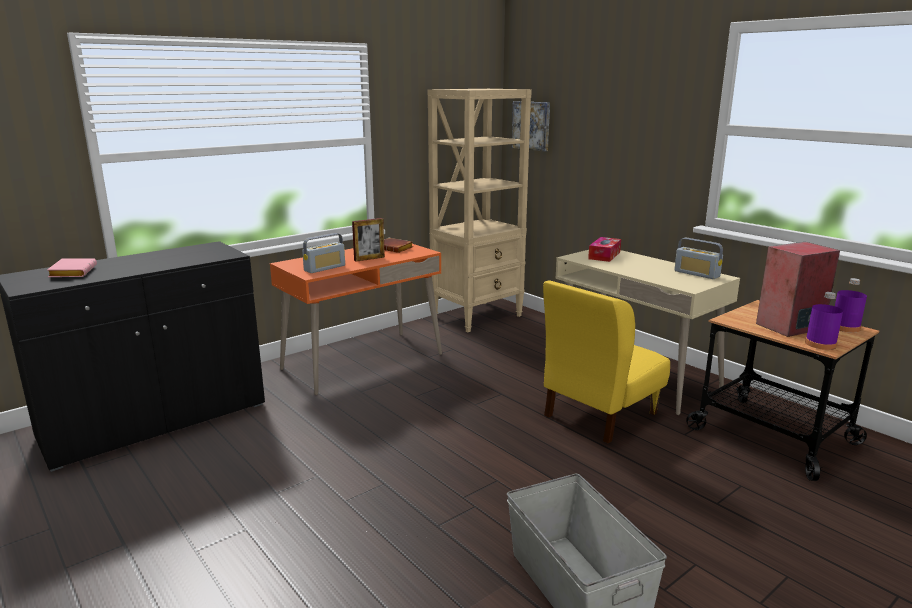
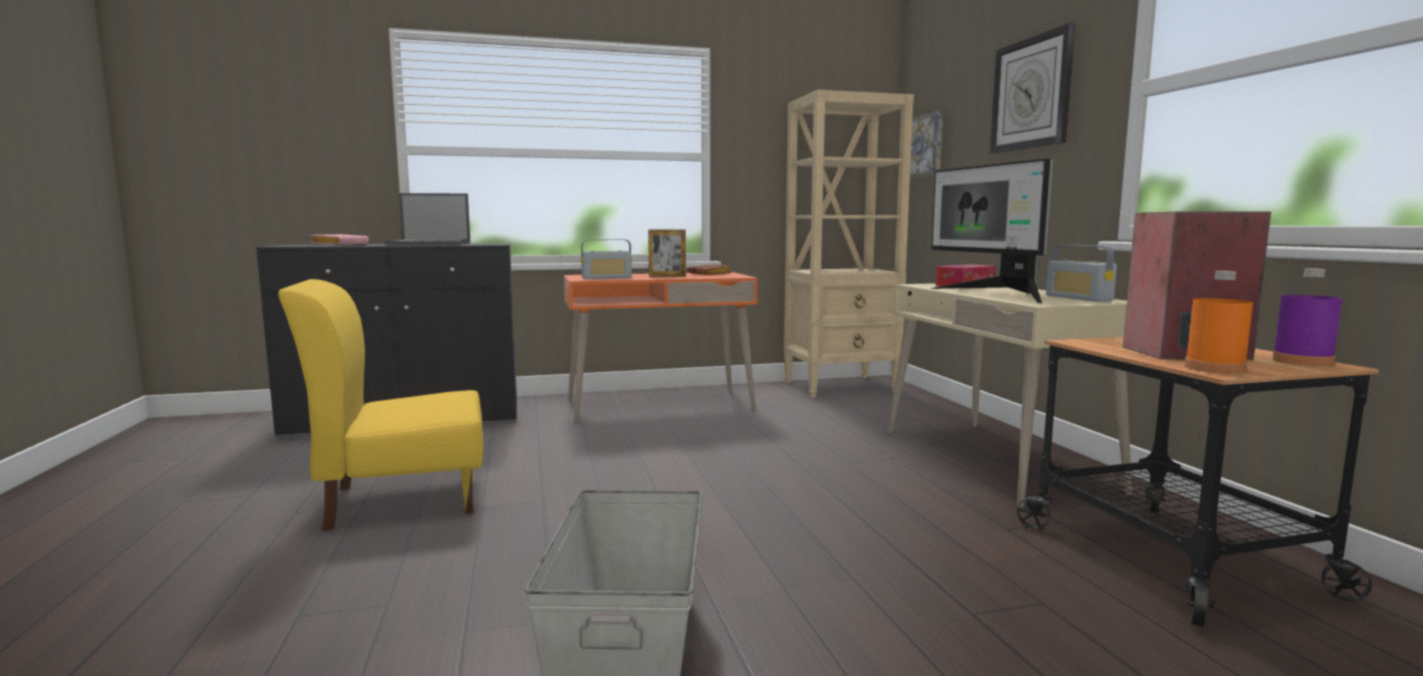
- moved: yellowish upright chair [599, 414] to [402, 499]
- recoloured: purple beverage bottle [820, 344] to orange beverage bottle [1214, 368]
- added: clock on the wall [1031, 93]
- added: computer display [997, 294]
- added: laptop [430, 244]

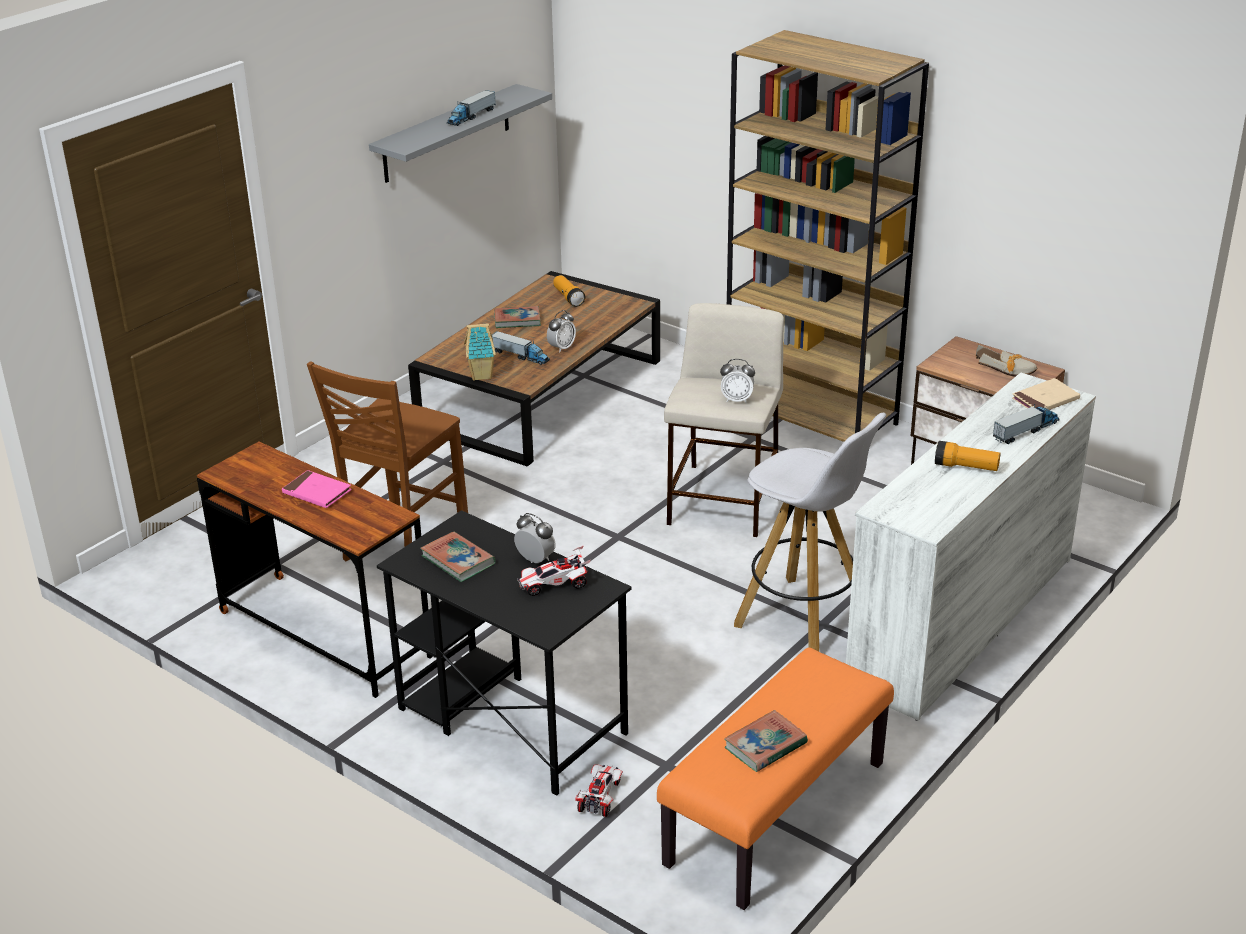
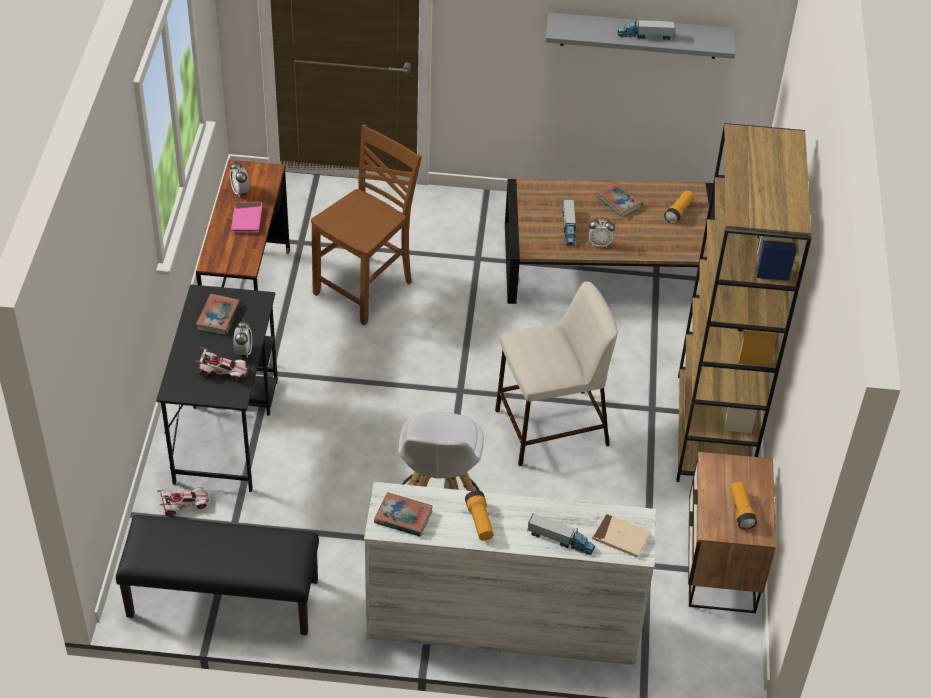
- removed: miniature house [482, 375]
- replaced: item of footwear [1008, 370] to flashlight [741, 510]
- moved: bedside clock [737, 399] to [240, 191]
- turned: brown-coloured upright chair [402, 544] = [366, 288] 135 degrees clockwise
- turned: miniature car [554, 584] = [223, 372] 150 degrees clockwise
- recoloured: orange indoor bench [777, 815] to black-coloured indoor bench [222, 599]
- moved: volume [765, 745] to [403, 517]

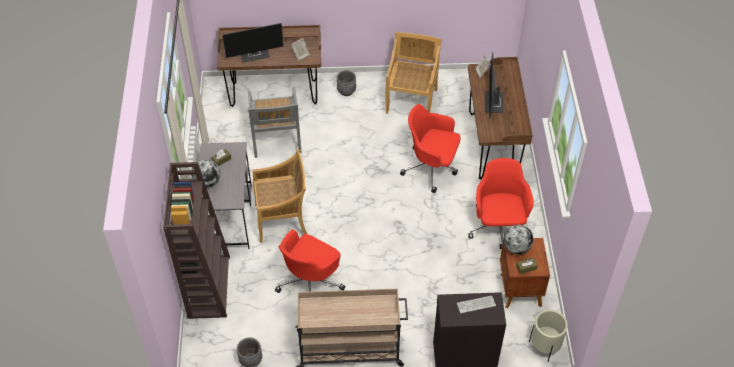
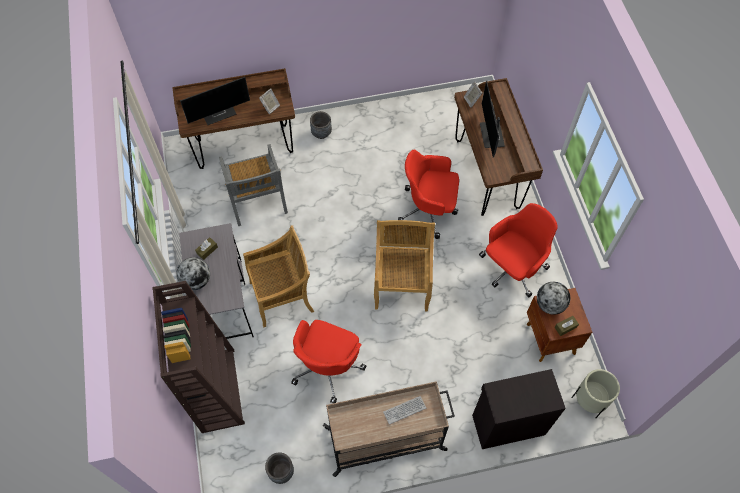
- moved: beige upright chair [411, 100] to [402, 285]
- turned: reddish desk chair [498, 227] = [512, 268] 60 degrees clockwise
- moved: computer keyboard [476, 304] to [404, 410]

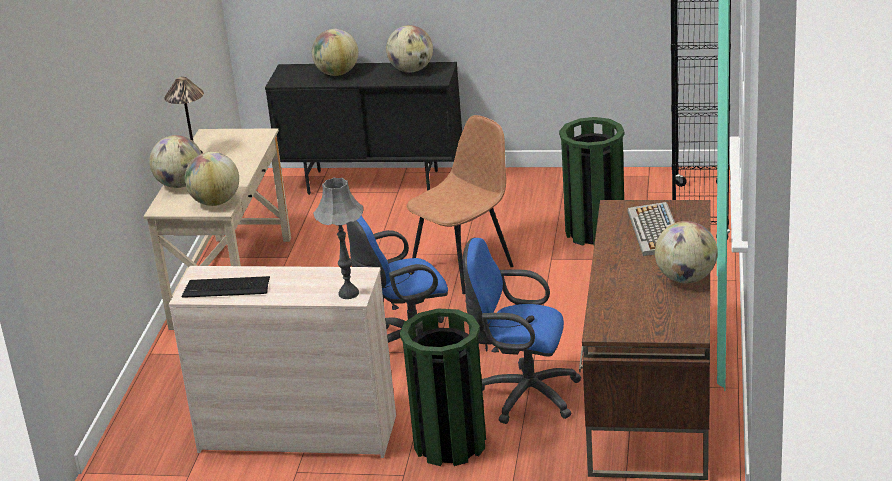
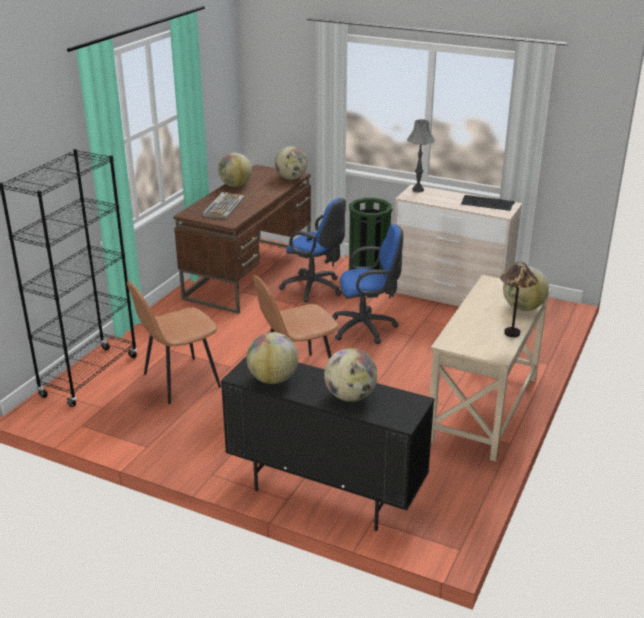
- replaced: greenish rubbish bin [595, 231] to brown-coloured upright chair [179, 381]
- moved: globe [215, 202] to [291, 178]

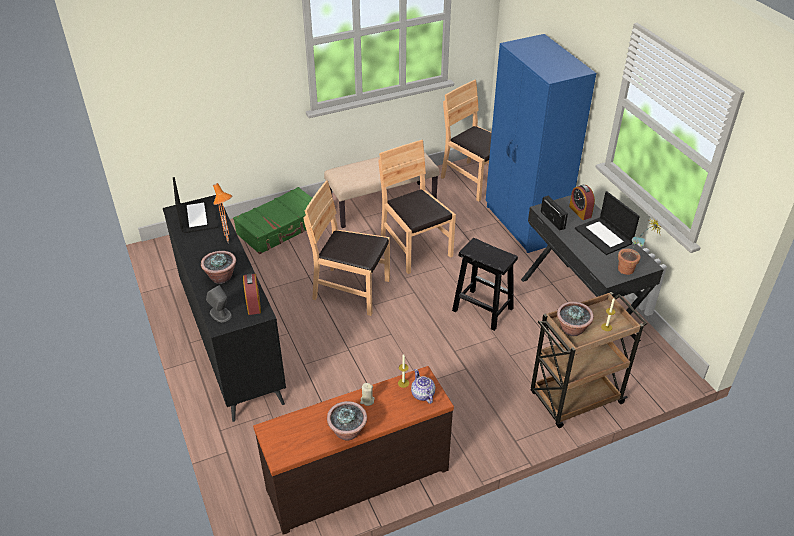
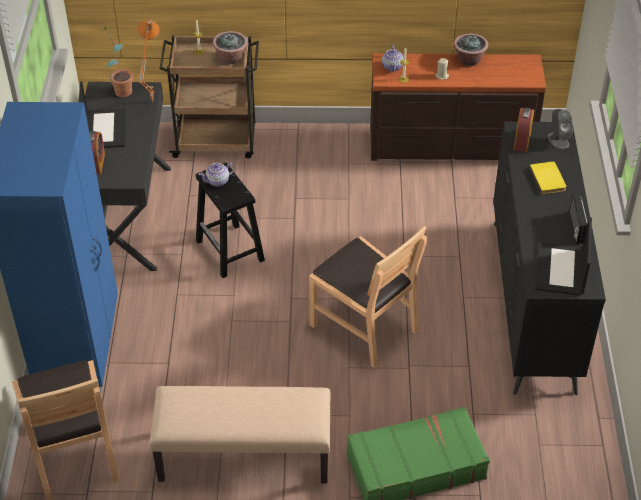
- removed: brown-coloured upright chair [415, 248]
- moved: orange lamp for a table [229, 242] to [151, 101]
- moved: radio set [553, 220] to [576, 227]
- replaced: plant in a pot [221, 277] to yellowish volume [549, 179]
- added: pot for tea [218, 181]

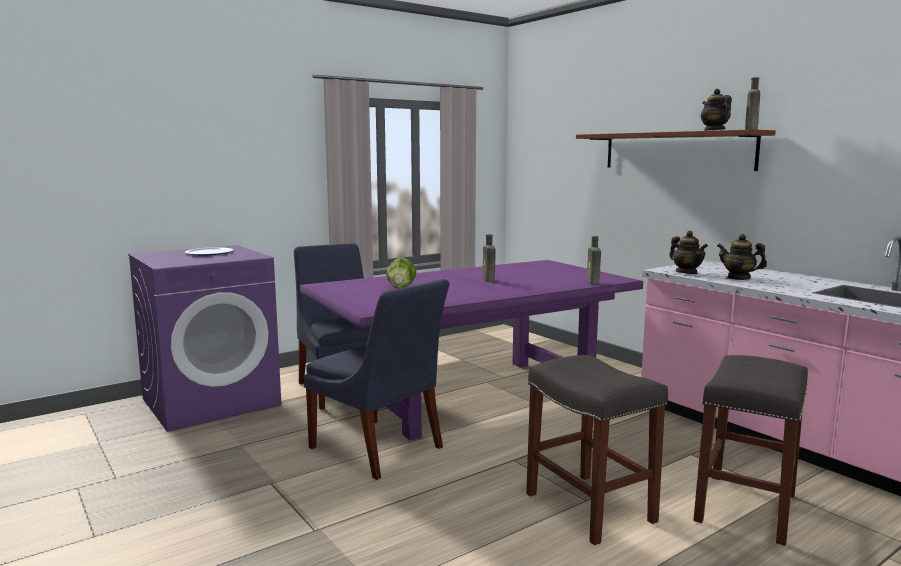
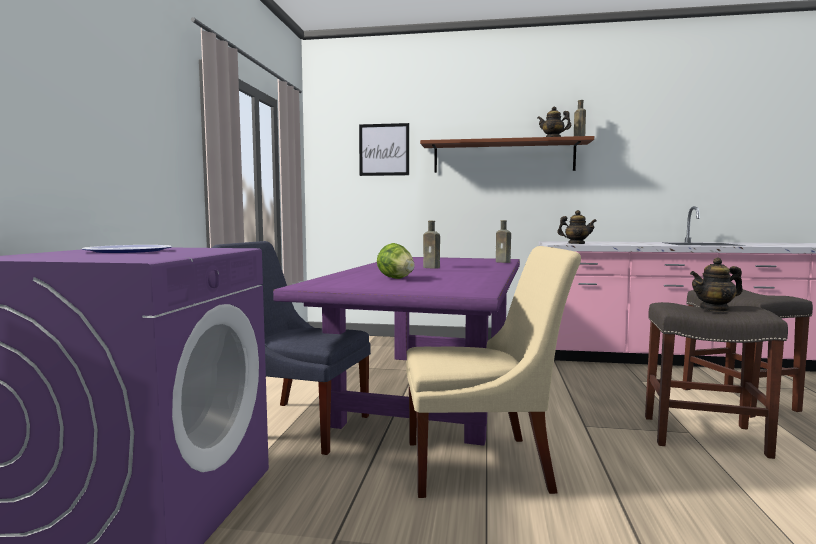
- moved: pot for tea [739, 278] to [714, 309]
- recoloured: bluish upright chair [379, 449] to beige upright chair [484, 465]
- added: wall picture [384, 149]

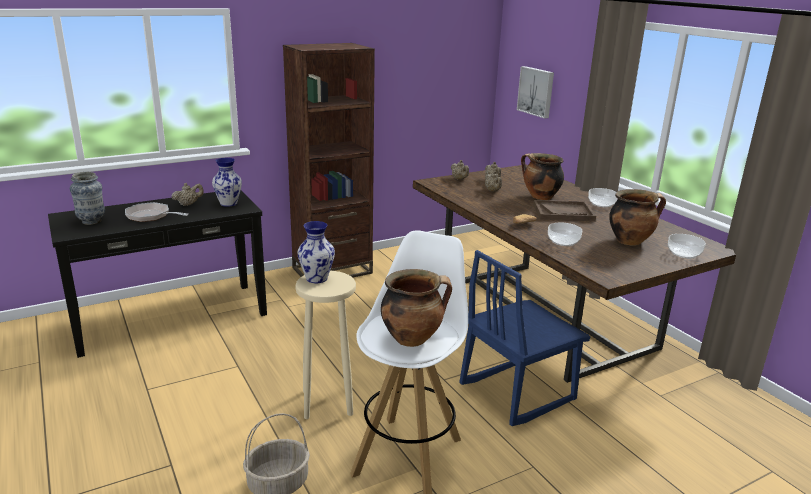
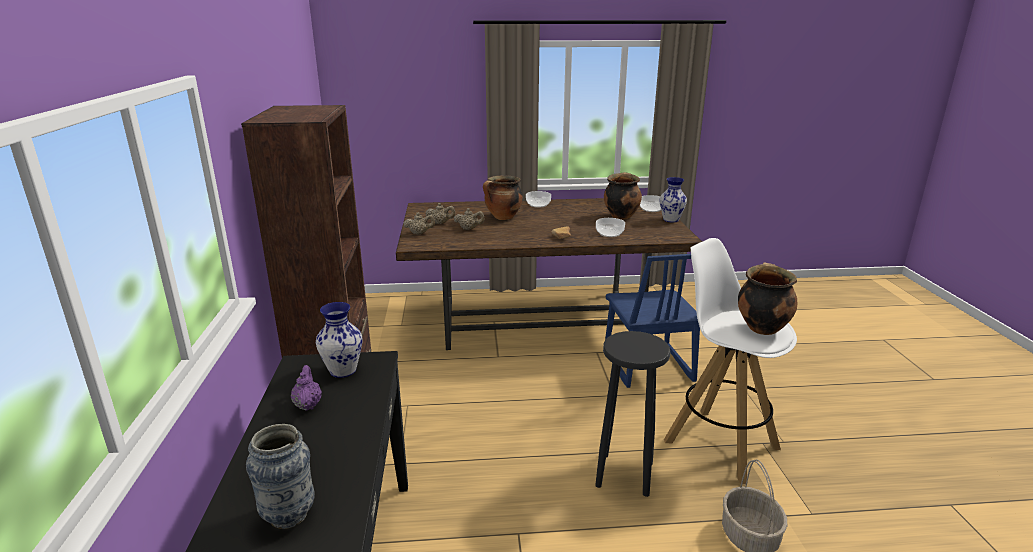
- removed: wall picture [536, 91]
- recoloured: beige pot for tea [188, 204] to purple pot for tea [308, 404]
- removed: brown-coloured carrying tray [563, 212]
- removed: frying pan [151, 216]
- moved: decorative vase [317, 278] to [670, 220]
- recoloured: beige sitting stool [328, 402] to black-coloured sitting stool [624, 473]

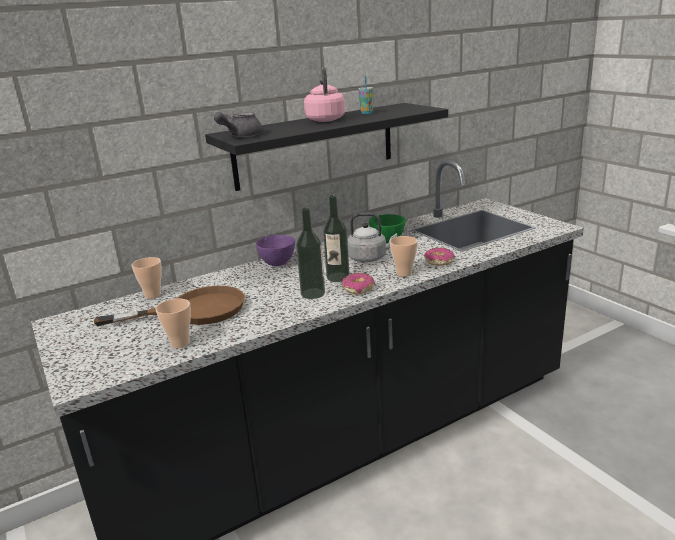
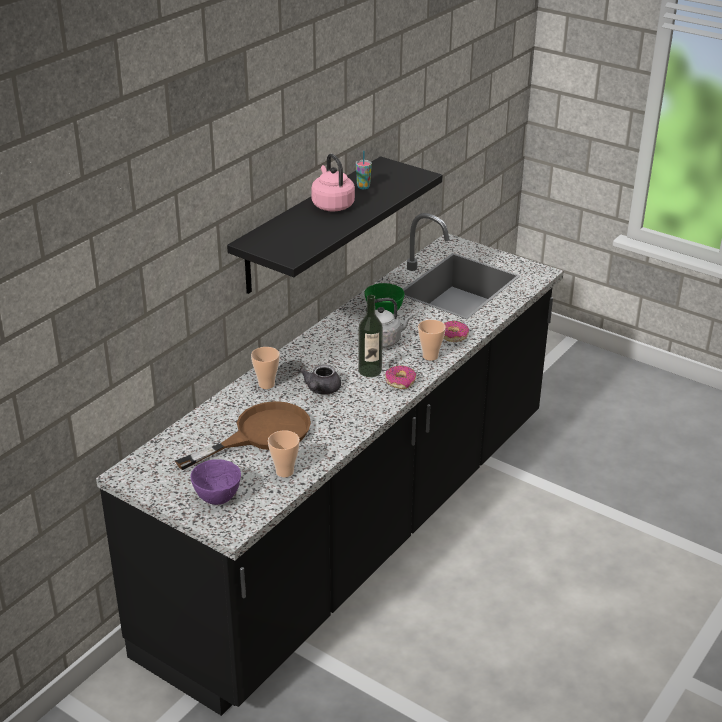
- moved: grey pot for tea [240, 136] to [321, 390]
- removed: beverage bottle [313, 293]
- moved: purple bowl [276, 263] to [216, 498]
- moved: drinking cup [152, 295] to [266, 384]

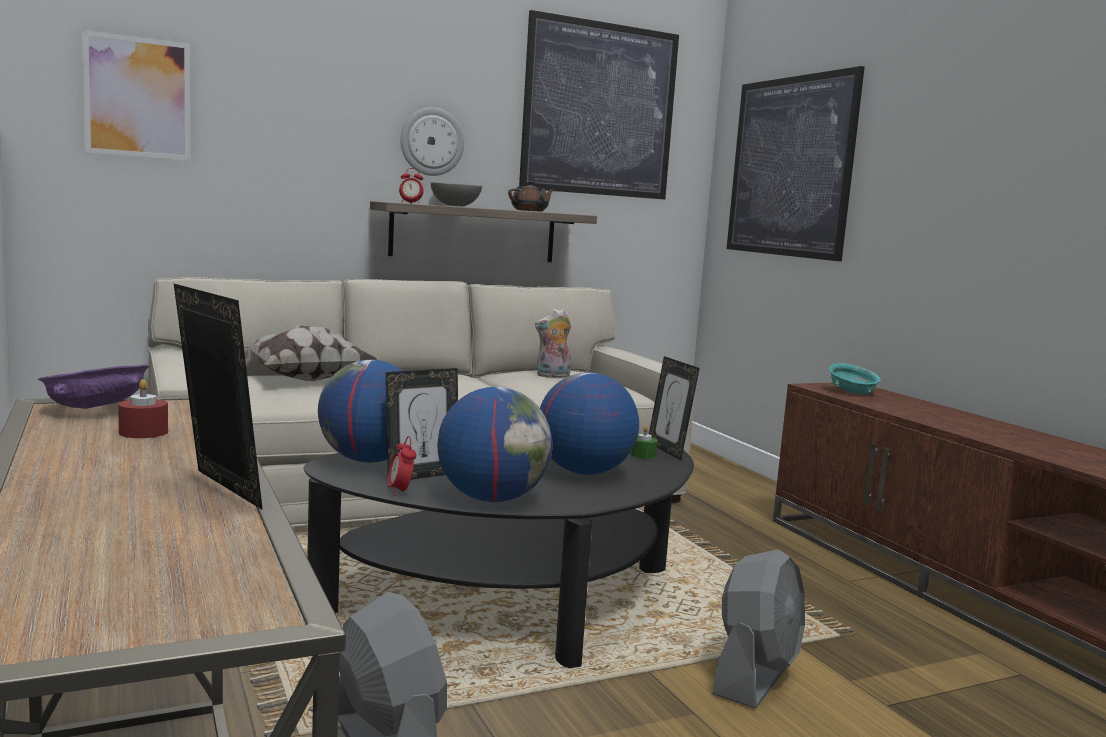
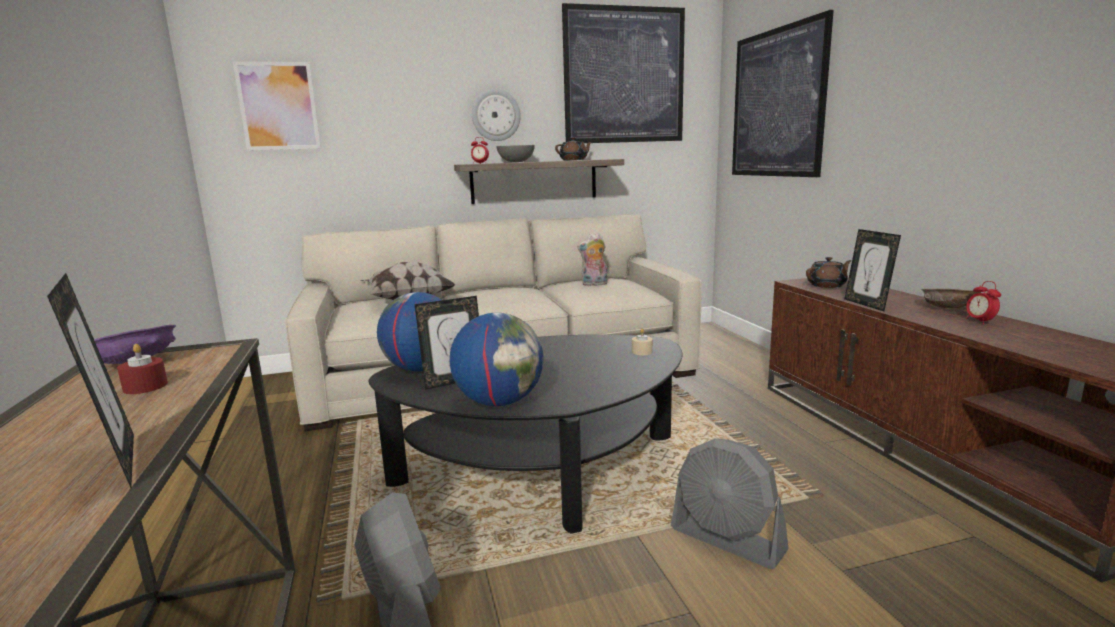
- moved: photo frame [668, 451] to [867, 304]
- replaced: turquoise-coloured bowl [851, 392] to brown-coloured pot for tea [827, 285]
- removed: globe [583, 472]
- recoloured: greenish candle [643, 455] to beige candle [642, 352]
- moved: bedside clock [400, 491] to [980, 321]
- turned: grey fan [755, 676] = [727, 539] 90 degrees clockwise
- added: brown-coloured bowl [949, 309]

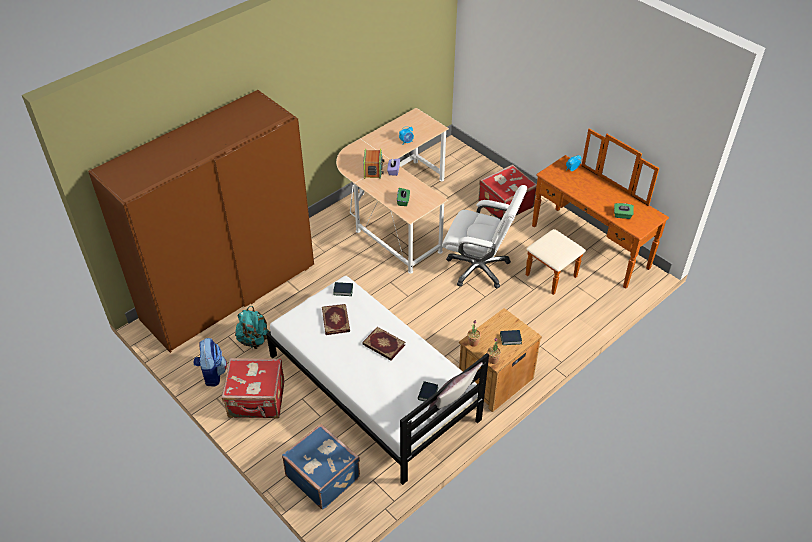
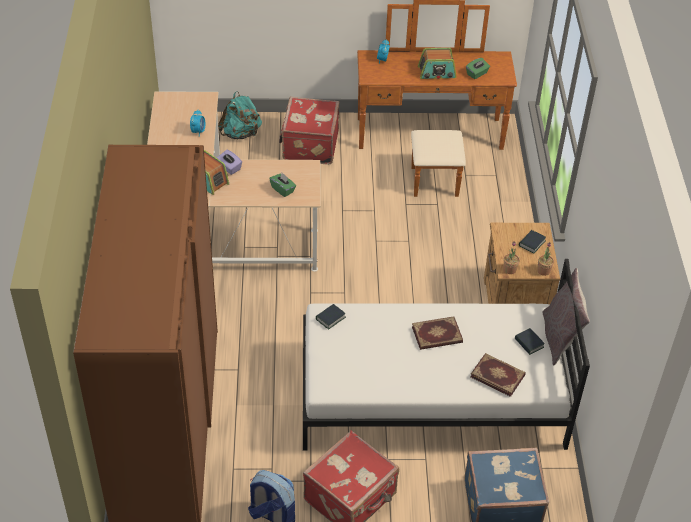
- removed: whitish desk chair [479, 268]
- moved: volume [336, 320] to [498, 375]
- moved: turquoise-coloured rucksack [254, 340] to [241, 133]
- added: radio set [437, 72]

